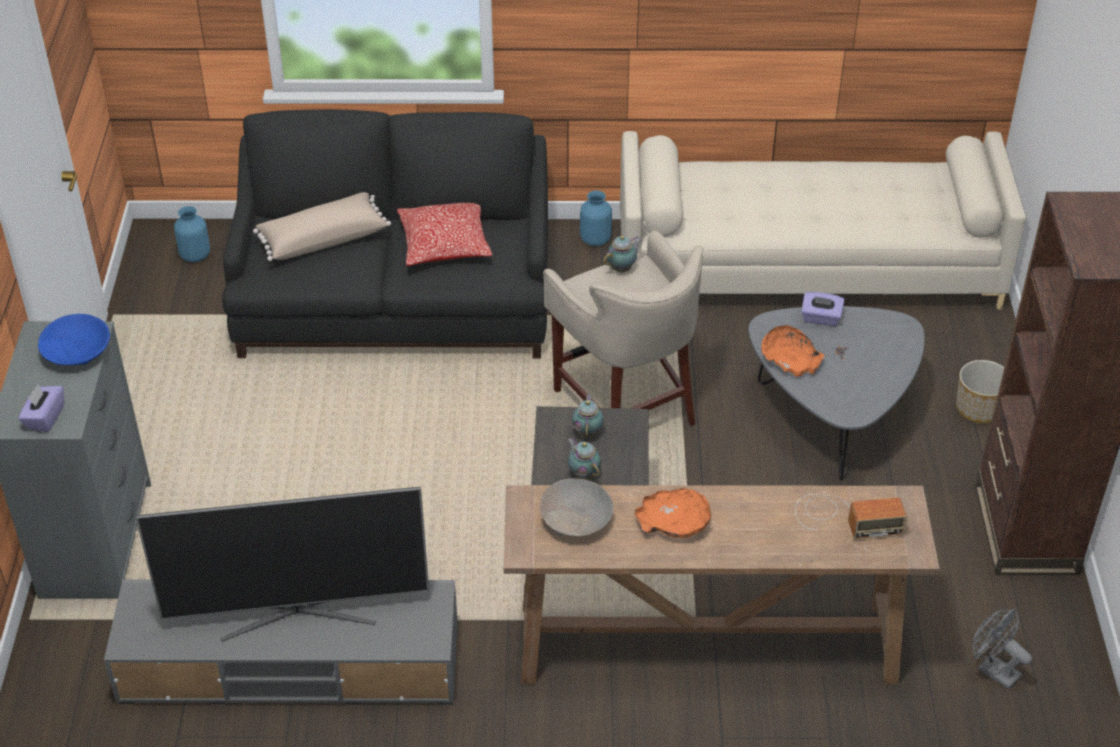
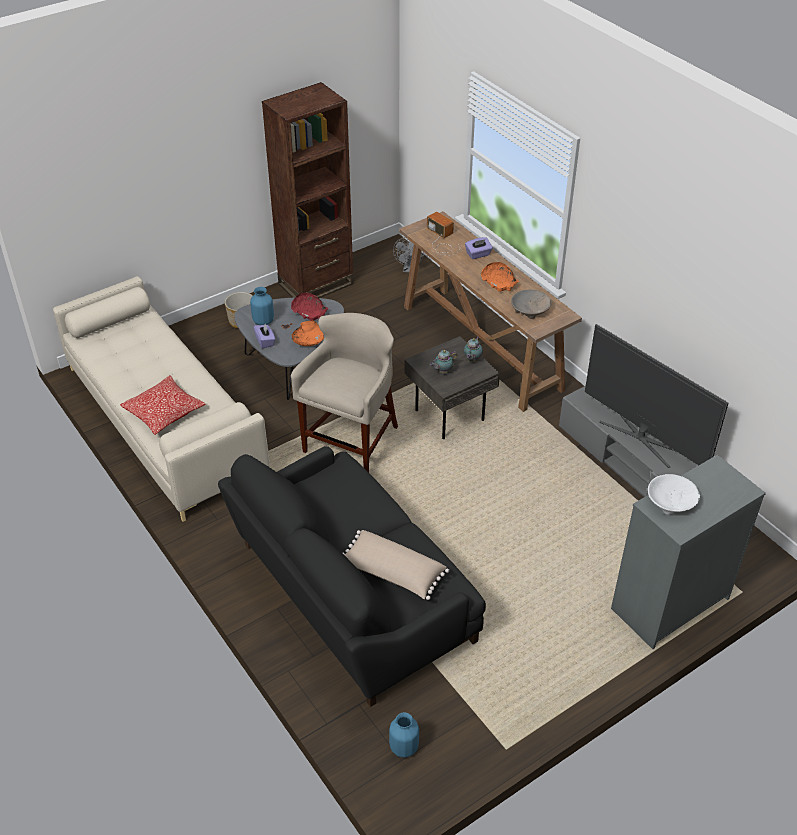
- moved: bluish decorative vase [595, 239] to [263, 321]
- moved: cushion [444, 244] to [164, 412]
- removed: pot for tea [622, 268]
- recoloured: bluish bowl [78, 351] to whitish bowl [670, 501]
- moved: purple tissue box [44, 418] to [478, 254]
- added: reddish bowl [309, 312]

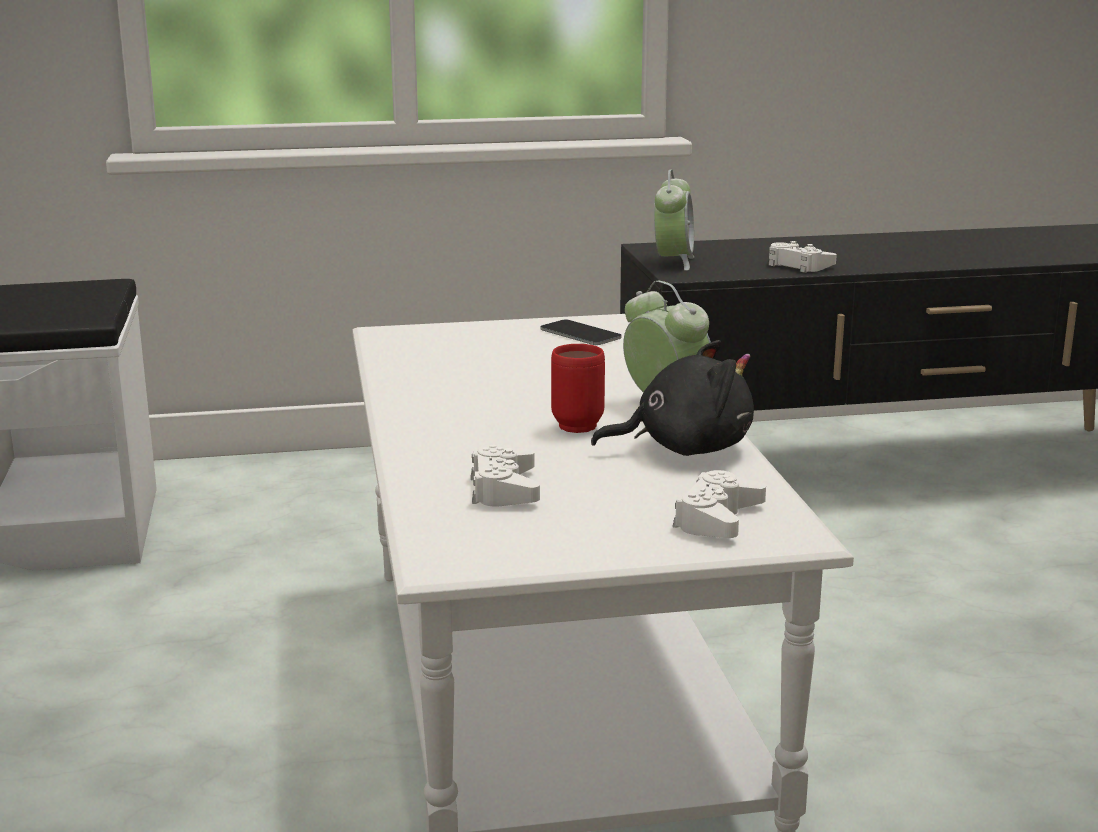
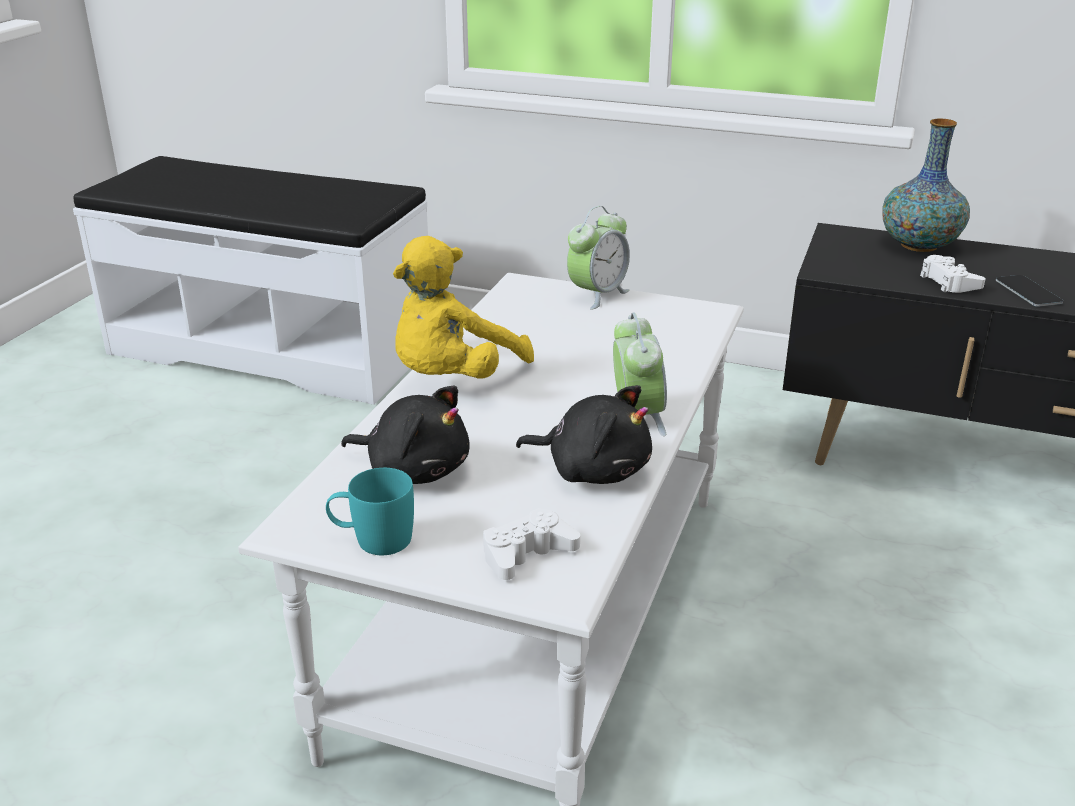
- moved: bedside clock [673, 262] to [597, 295]
- moved: phone [580, 334] to [1028, 292]
- removed: reddish tea mug [577, 423]
- replaced: whitish gamepad [504, 489] to black-coloured cuddly toy [414, 470]
- added: decorative vase [918, 245]
- added: yellowish cuddly toy [453, 378]
- added: turquoise-coloured tea mug [372, 539]

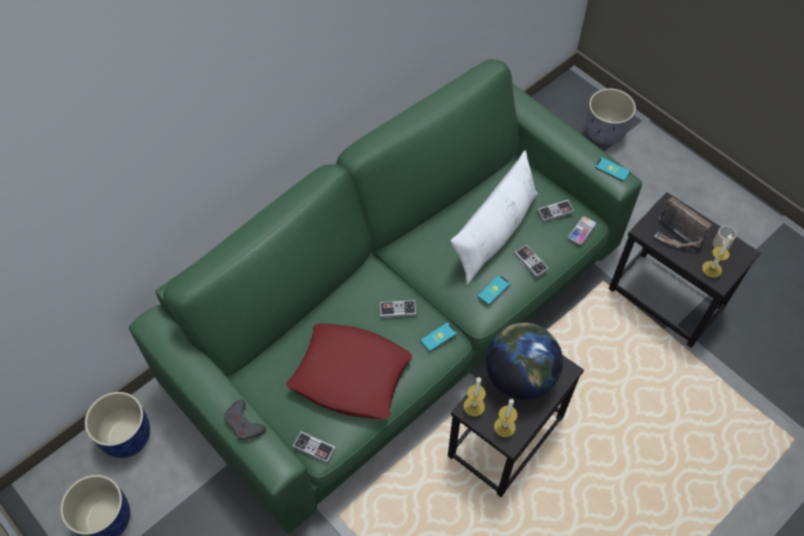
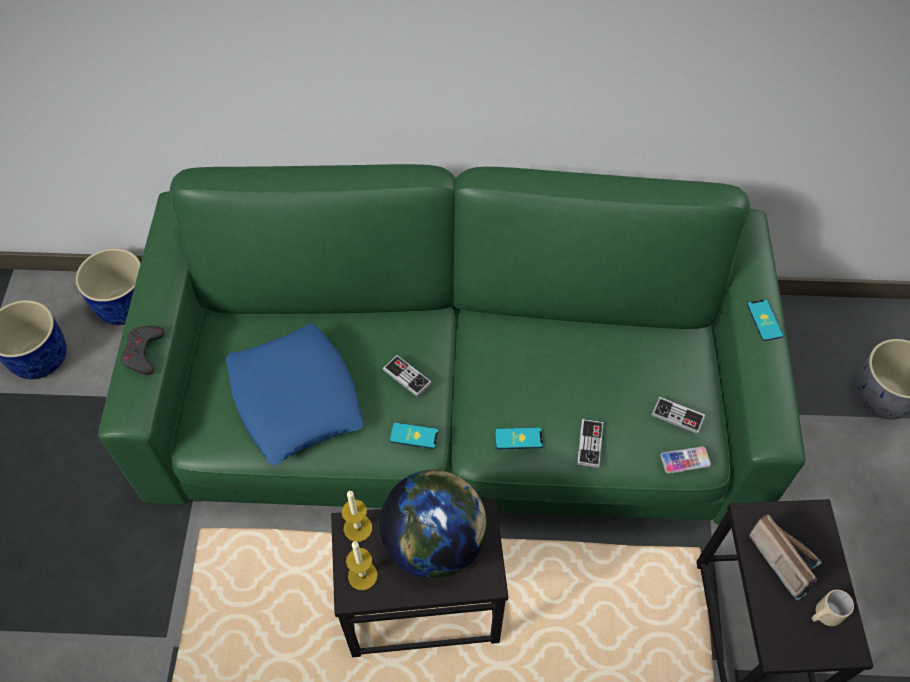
- removed: whitish cushion [495, 233]
- moved: phone [612, 169] to [764, 320]
- turned: radio set [677, 236] = [783, 557] 150 degrees clockwise
- removed: candle [711, 269]
- recoloured: reddish cushion [350, 375] to bluish cushion [295, 398]
- removed: gamepad [314, 447]

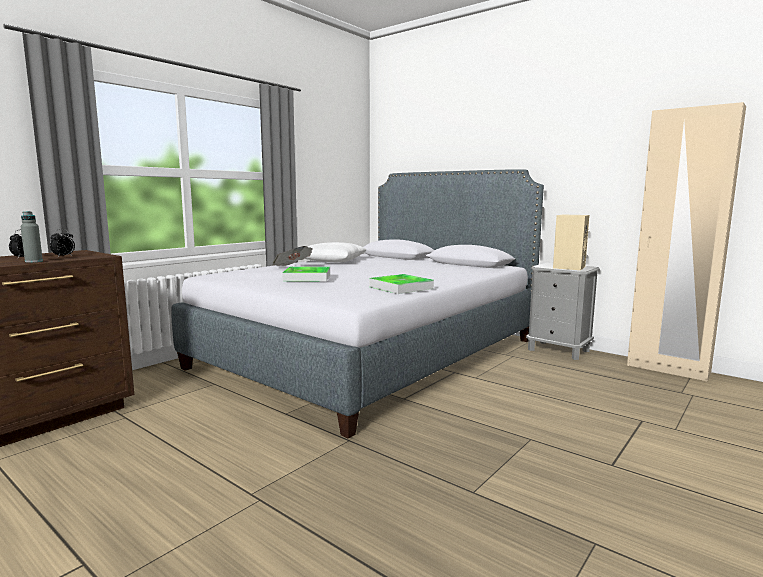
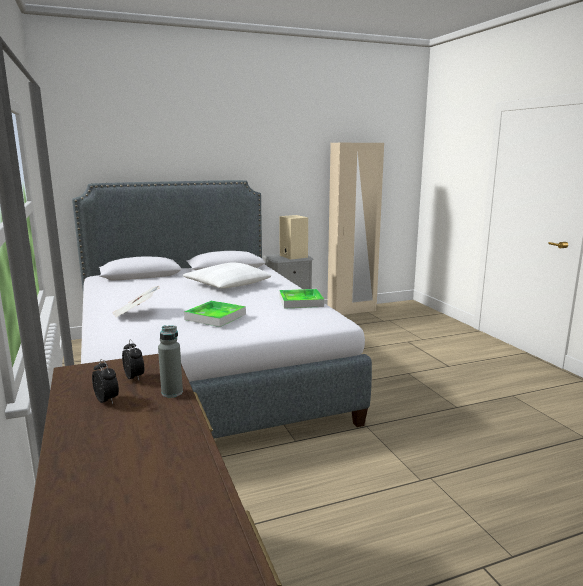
- moved: whitish cushion [329, 261] to [227, 285]

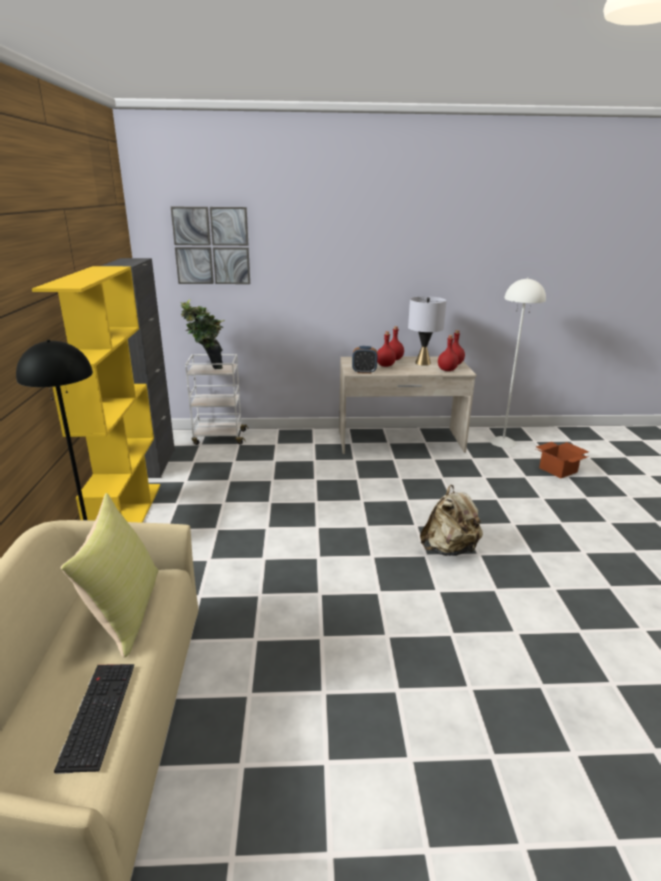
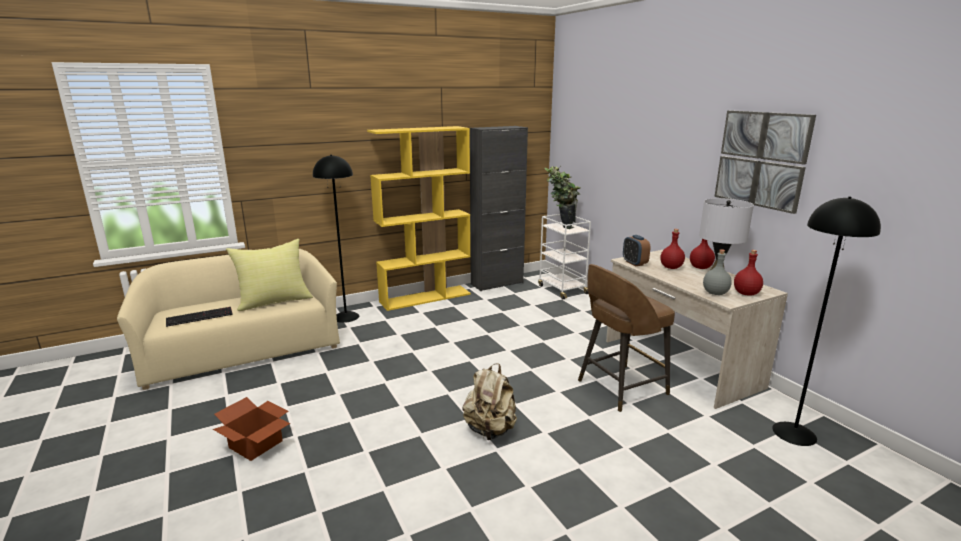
- moved: wall picture [212, 246] to [761, 159]
- recoloured: whitish floor lamp [503, 442] to black-coloured floor lamp [794, 433]
- recoloured: reddish beverage bottle [447, 370] to grey beverage bottle [715, 293]
- moved: packing box [559, 470] to [256, 445]
- added: brown-coloured sitting stool [620, 388]

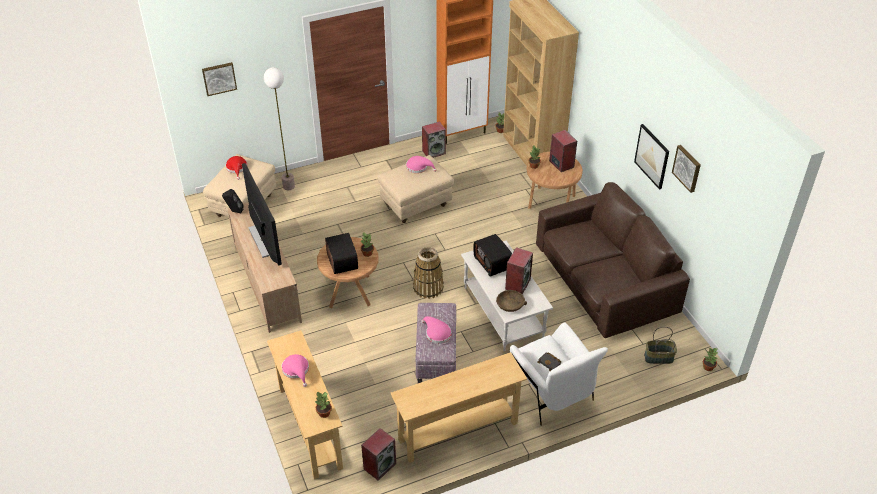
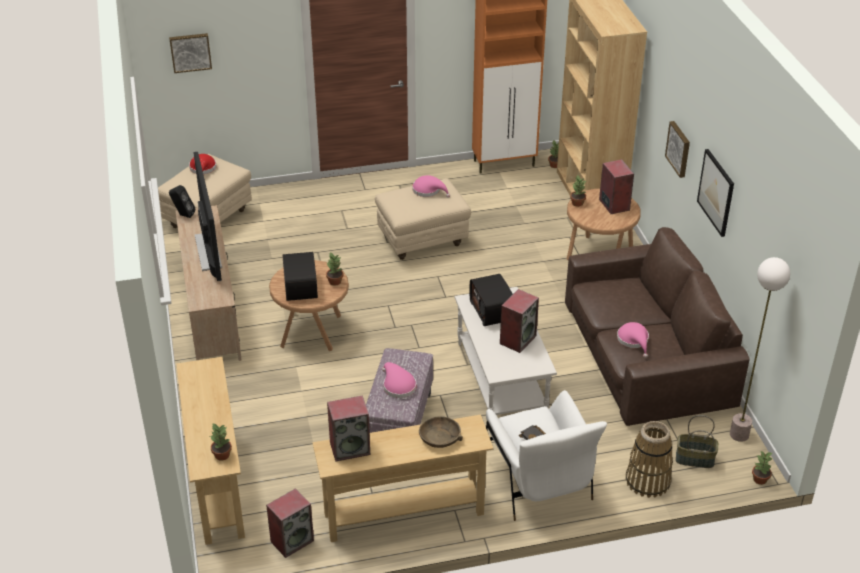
- moved: floor lamp [289, 186] to [739, 434]
- moved: audio speaker [434, 152] to [350, 448]
- moved: wall picture [687, 168] to [679, 149]
- moved: storage basket [428, 288] to [647, 481]
- moved: brown-coloured bowl [510, 304] to [440, 437]
- moved: pinkish clothing hat [296, 370] to [634, 340]

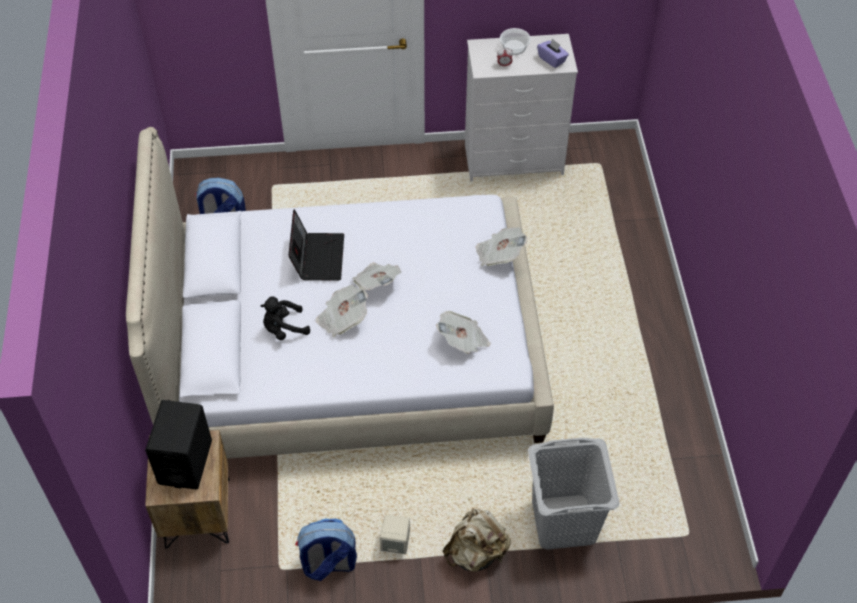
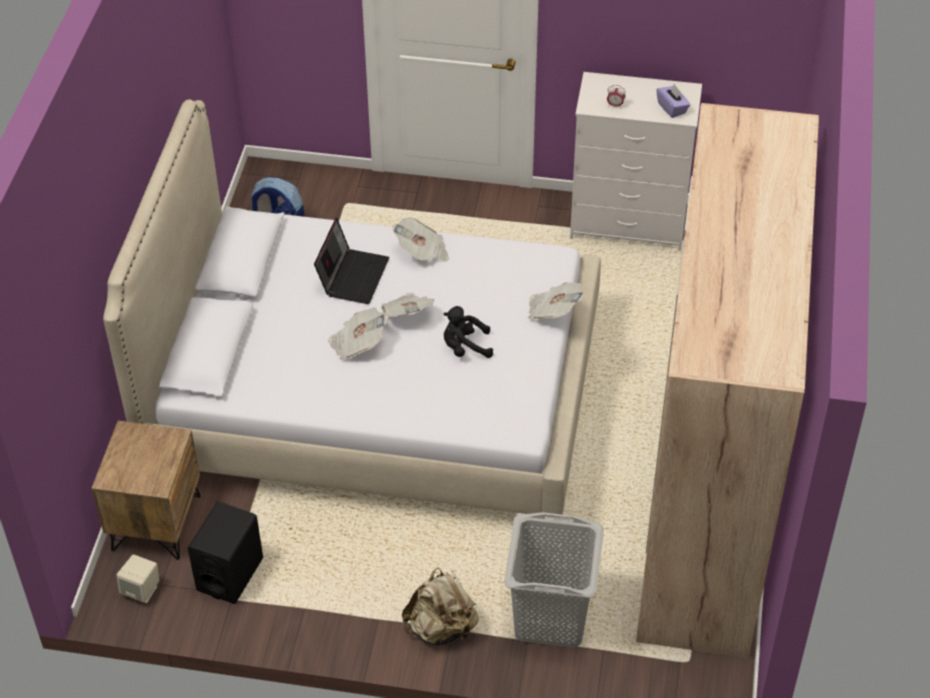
- removed: bowl [514, 47]
- moved: black-coloured cuddly toy [284, 328] to [465, 347]
- moved: newspaper [463, 341] to [422, 252]
- moved: black-coloured audio speaker [185, 462] to [230, 574]
- moved: beige audio speaker [396, 542] to [141, 590]
- removed: rucksack [328, 564]
- added: beige clothes cupboard [704, 510]

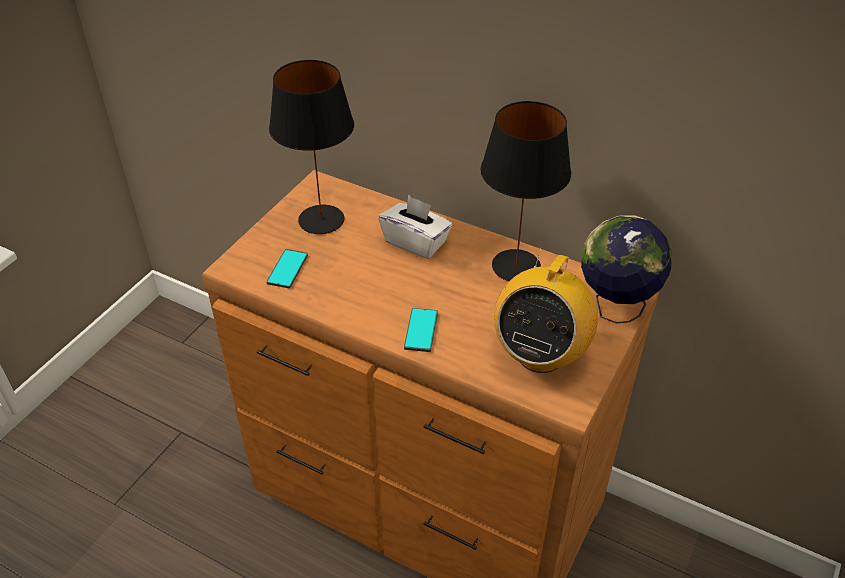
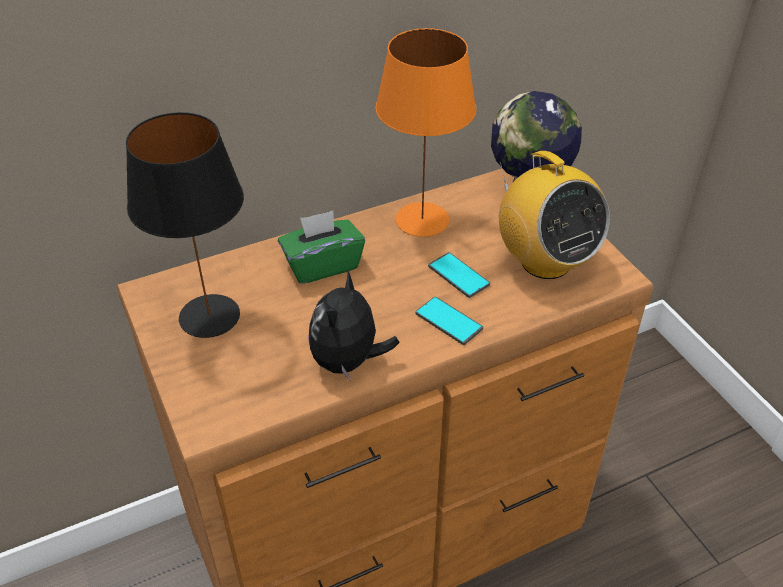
- recoloured: black-coloured lamp for a table [515, 266] to orange lamp for a table [422, 220]
- recoloured: whitish tissue box [416, 242] to greenish tissue box [322, 265]
- moved: phone [287, 269] to [458, 275]
- added: cuddly toy [348, 362]

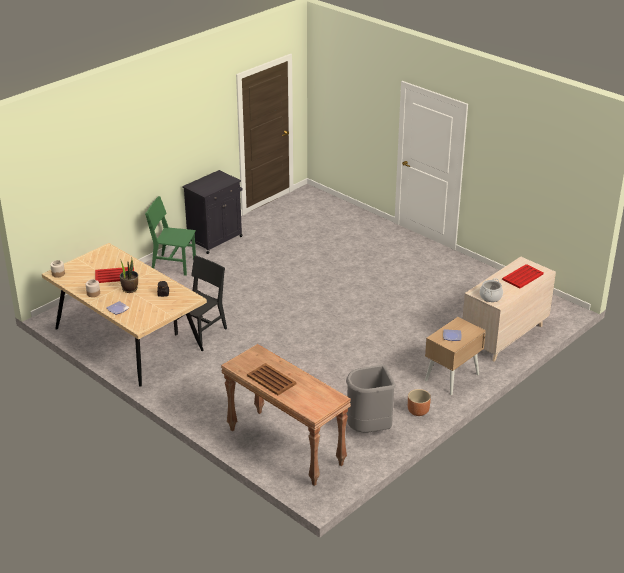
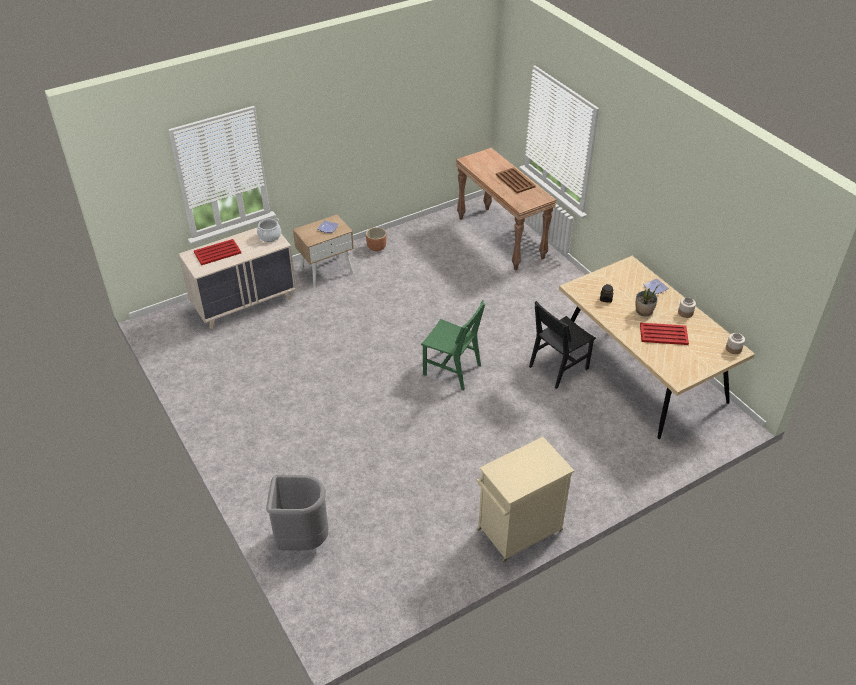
- recoloured: black-coloured cupboard [215, 239] to beige cupboard [518, 531]
- moved: greenish upright chair [173, 265] to [452, 370]
- moved: grey rubbish bin [369, 429] to [302, 540]

